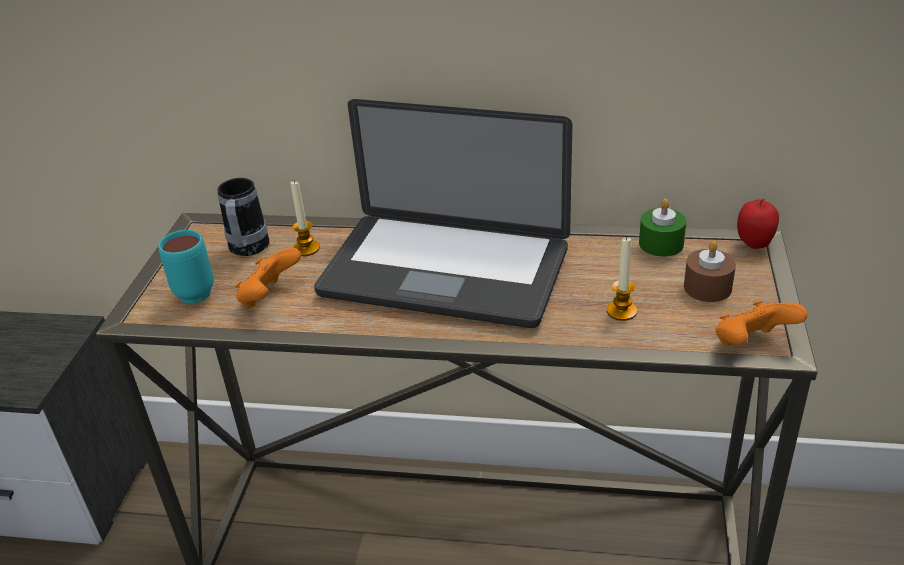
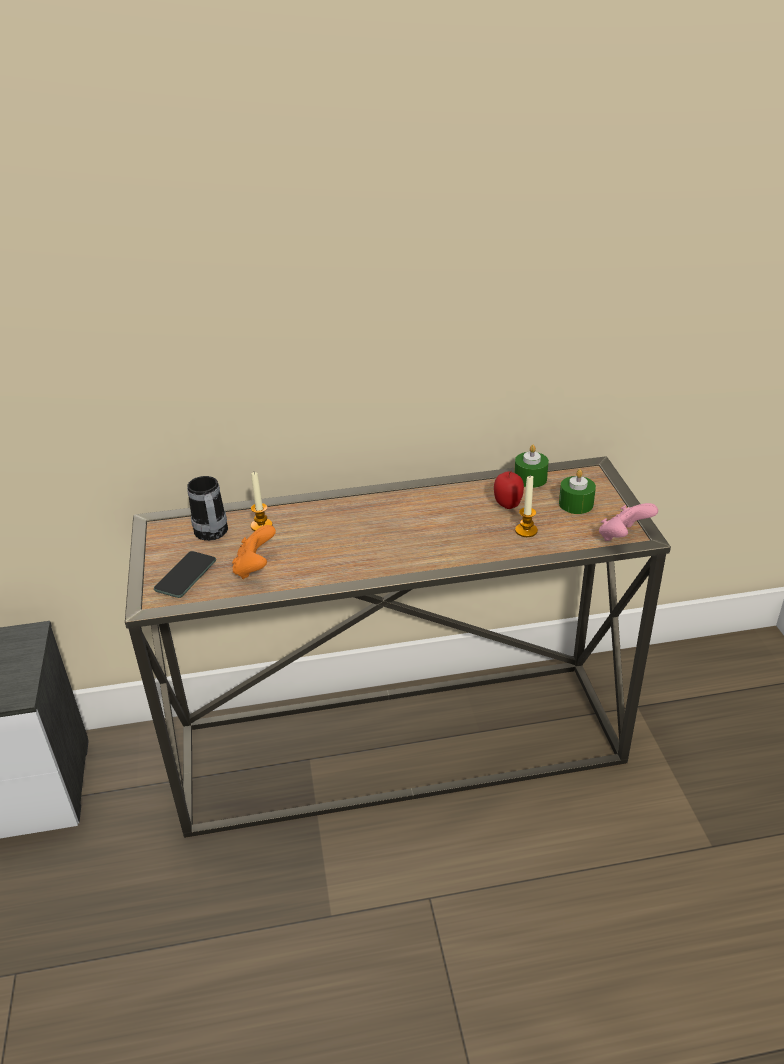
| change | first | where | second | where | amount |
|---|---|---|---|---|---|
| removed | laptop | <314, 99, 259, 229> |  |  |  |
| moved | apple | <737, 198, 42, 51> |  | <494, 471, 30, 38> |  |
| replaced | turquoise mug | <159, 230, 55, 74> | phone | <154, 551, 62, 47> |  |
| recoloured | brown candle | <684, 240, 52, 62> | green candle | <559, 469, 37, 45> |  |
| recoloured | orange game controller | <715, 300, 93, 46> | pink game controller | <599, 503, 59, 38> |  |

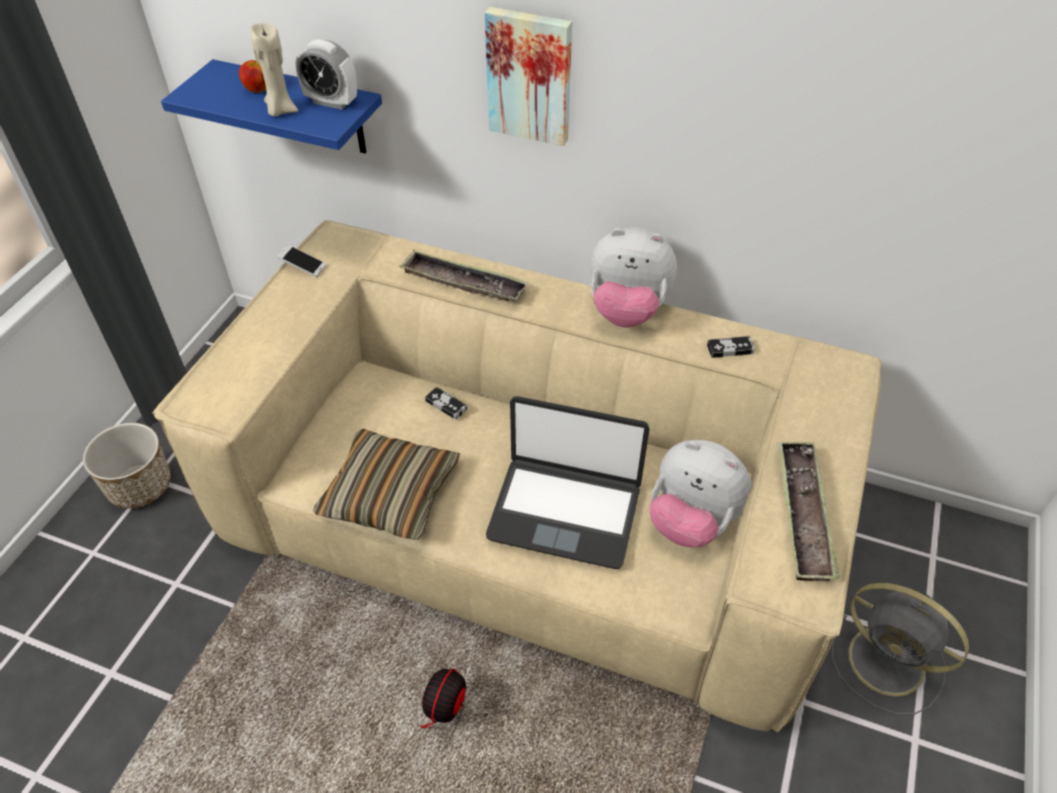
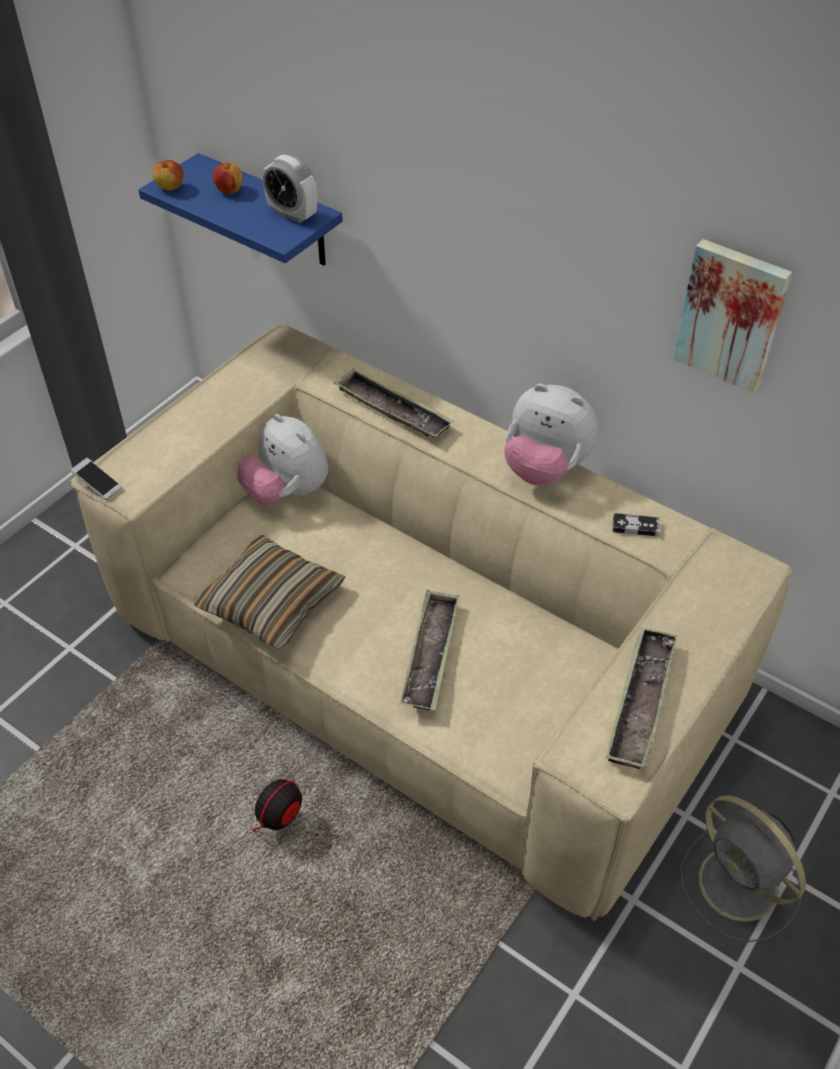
| change | first | where | second | where | amount |
|---|---|---|---|---|---|
| moved | picture | <485, 7, 87, 139> |  | <673, 239, 119, 154> |  |
| removed | beige candle | <250, 23, 48, 94> |  |  |  |
| moved | phone | <277, 245, 49, 32> |  | <71, 458, 51, 42> |  |
| removed | game controller | <425, 387, 42, 32> |  |  |  |
| replaced | laptop | <486, 396, 163, 173> | tray | <400, 590, 59, 120> |  |
| removed | planter | <83, 423, 88, 86> |  |  |  |
| moved | plush toy | <650, 440, 102, 107> |  | <238, 414, 90, 91> |  |
| added |  |  | apple | <153, 160, 31, 31> |  |

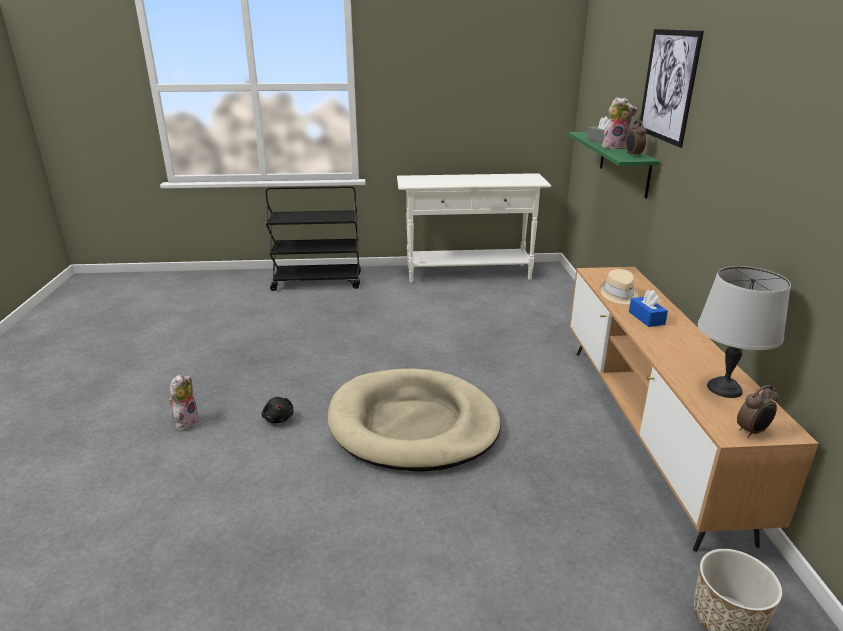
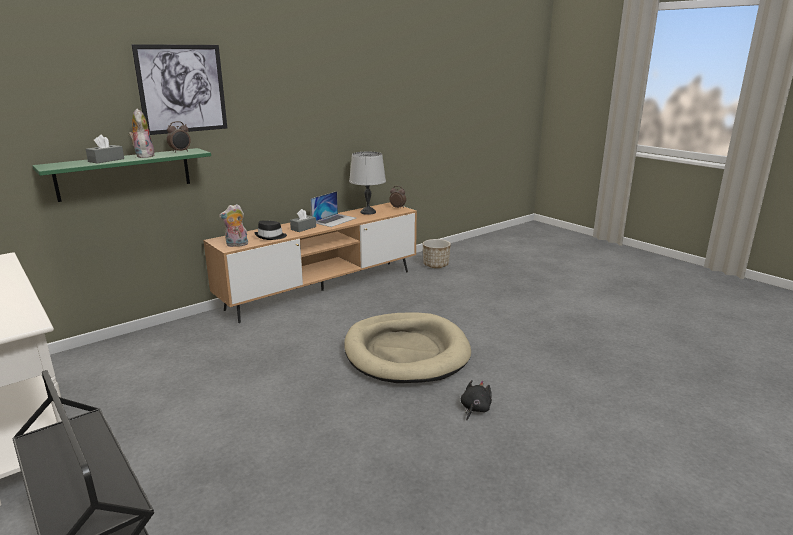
| change | first | where | second | where | amount |
|---|---|---|---|---|---|
| recoloured | beige hat | <600, 269, 39, 35> | black hat | <254, 221, 33, 19> |  |
| recoloured | blue tissue box | <629, 290, 39, 37> | grey tissue box | <290, 209, 26, 23> |  |
| moved | plush toy | <169, 374, 31, 57> |  | <219, 204, 29, 43> |  |
| added |  |  | laptop | <311, 191, 45, 36> |  |

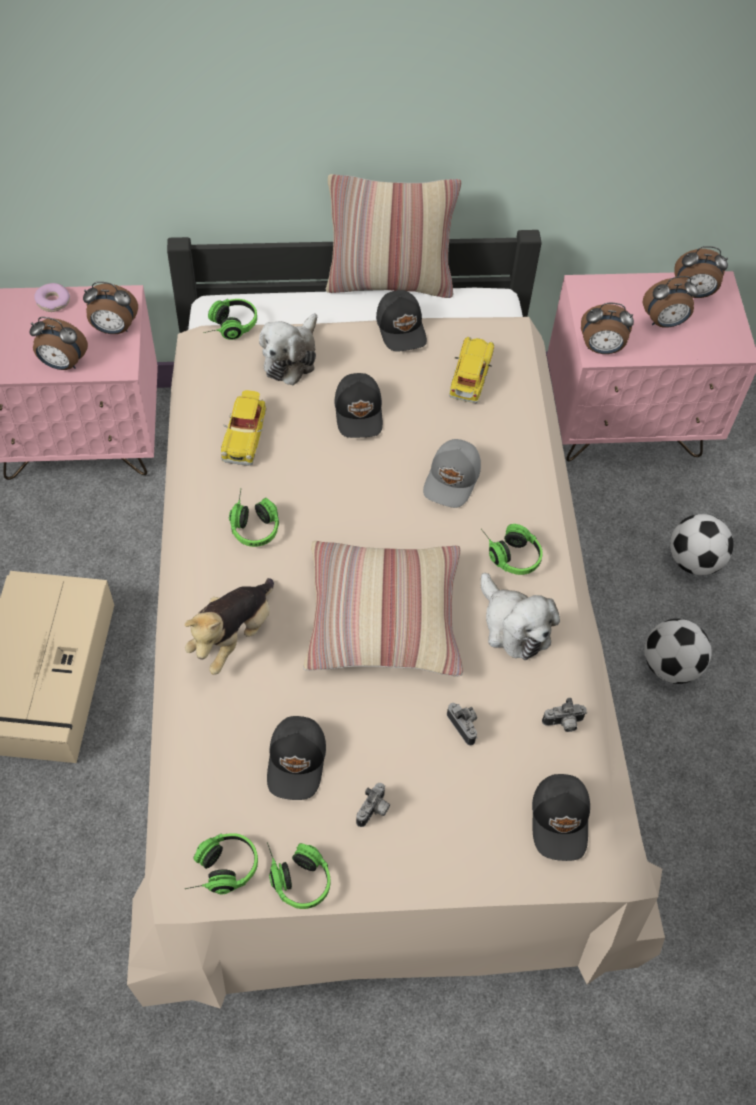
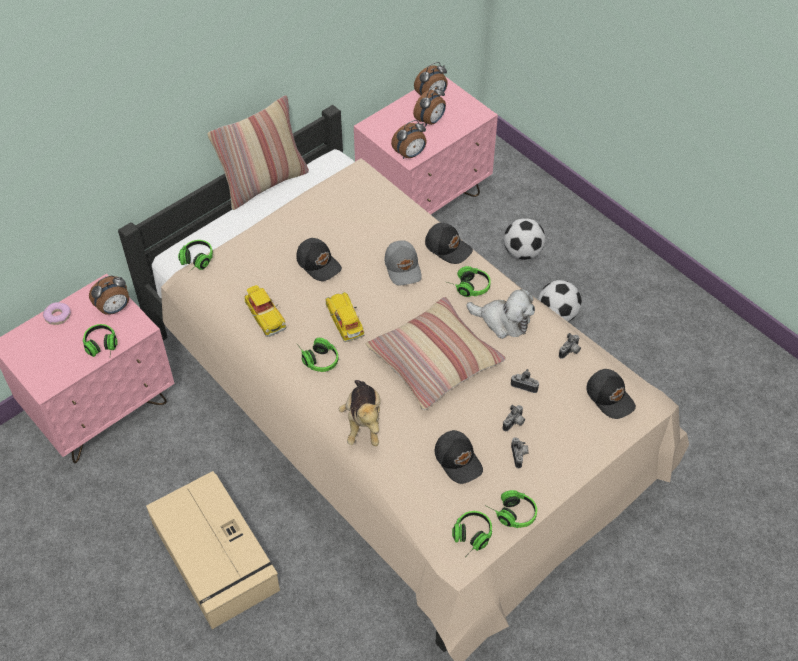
| change | first | where | second | where | amount |
|---|---|---|---|---|---|
| moved | black cap | <376, 290, 51, 62> |  | <425, 223, 48, 41> |  |
| removed | plush toy | <259, 313, 58, 72> |  |  |  |
| replaced | alarm clock | <30, 317, 58, 53> | headphones | <83, 324, 35, 33> |  |
| moved | toy car | <449, 337, 45, 66> |  | <326, 292, 38, 50> |  |
| added |  |  | photo camera | <503, 405, 22, 26> |  |

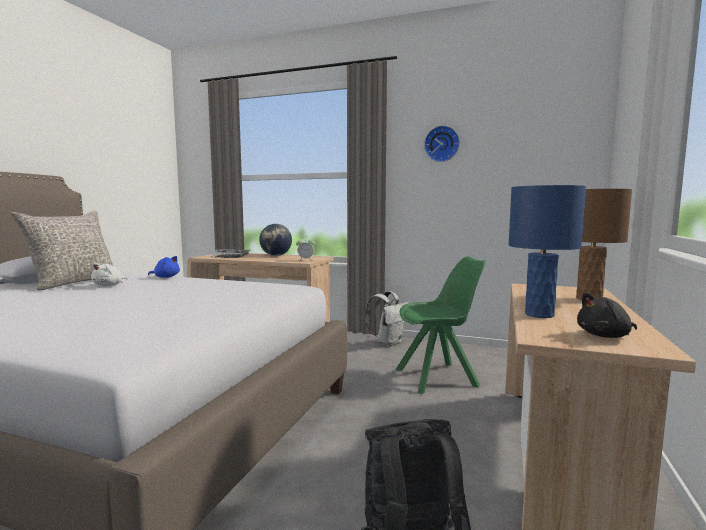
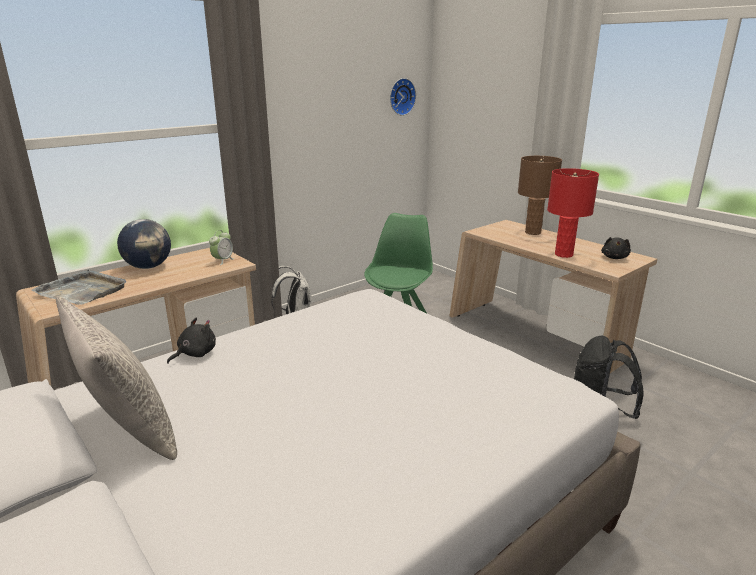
| change | first | where | second | where | amount |
|---|---|---|---|---|---|
| moved | wall clock | <424, 126, 36, 36> |  | <390, 78, 26, 38> |  |
| recoloured | blue table lamp | <508, 185, 78, 133> | red table lamp | <547, 168, 52, 90> |  |
| recoloured | blue plush toy | <148, 256, 32, 22> | black plush toy | <167, 318, 49, 46> |  |
| removed | white plush toy | <91, 262, 37, 24> |  |  |  |

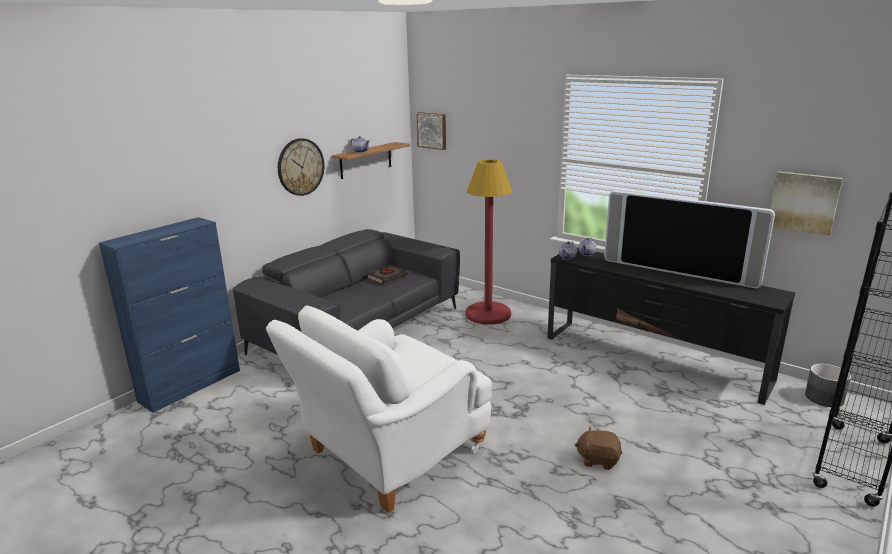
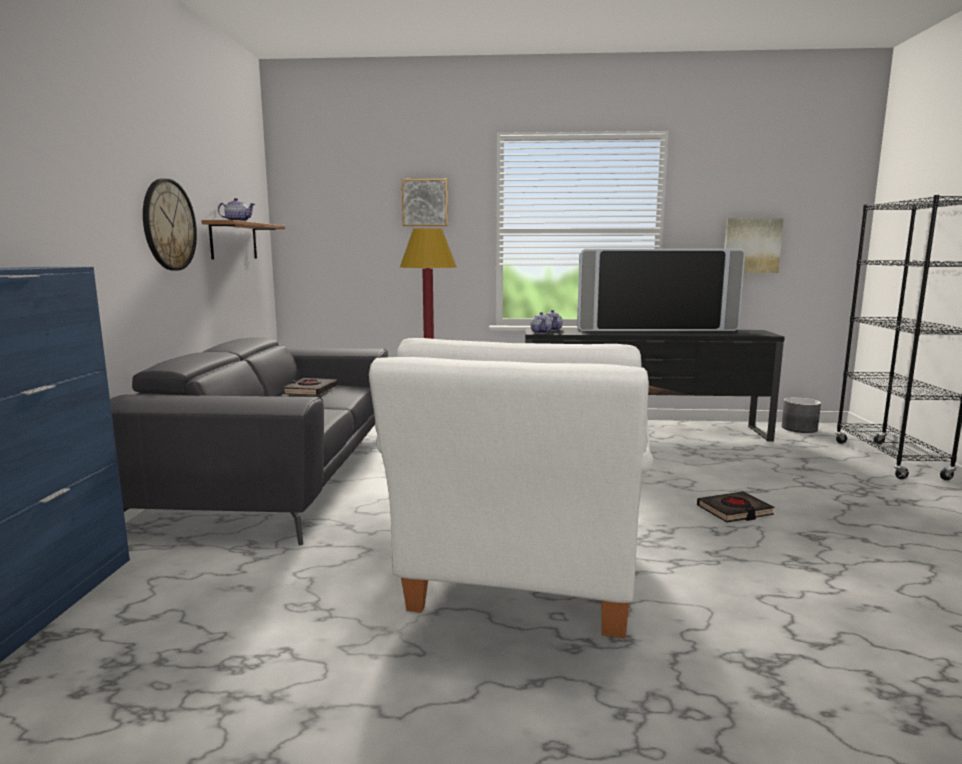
| change | first | where | second | where | amount |
|---|---|---|---|---|---|
| moved | picture | <416, 112, 30, 38> |  | <402, 179, 46, 47> |  |
| replaced | brown plush toy | <575, 427, 47, 43> | black book | <697, 492, 77, 31> |  |

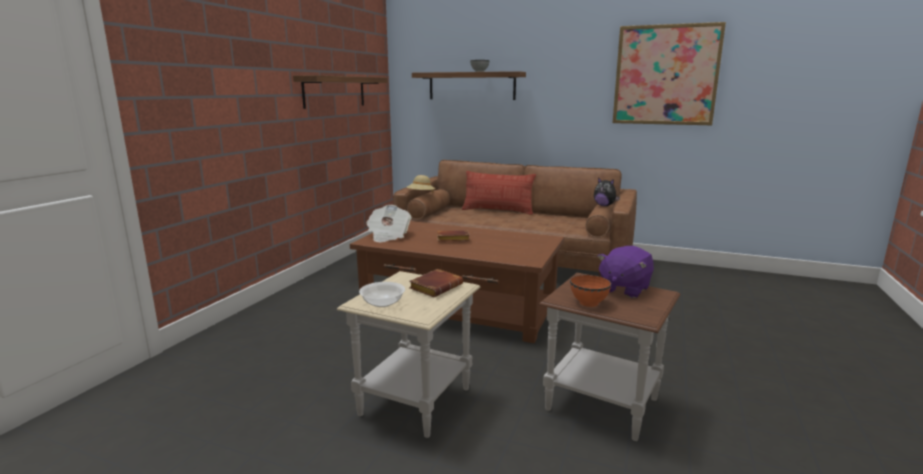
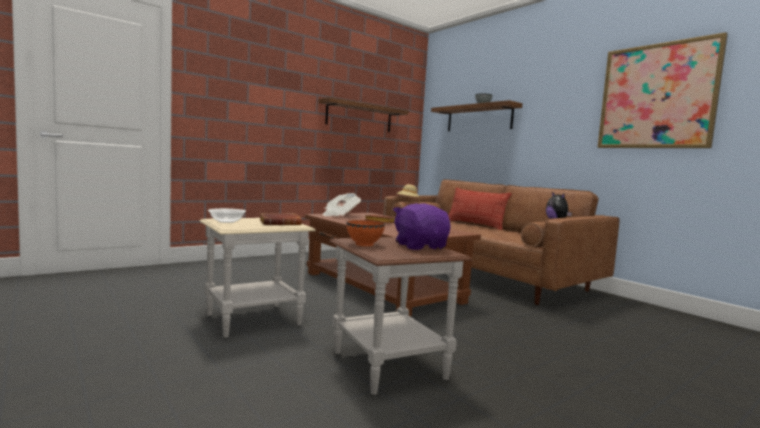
| change | first | where | second | where | amount |
|---|---|---|---|---|---|
| turned | purple plush toy | <598, 246, 56, 52> |  | <393, 203, 57, 47> | 90 degrees clockwise |

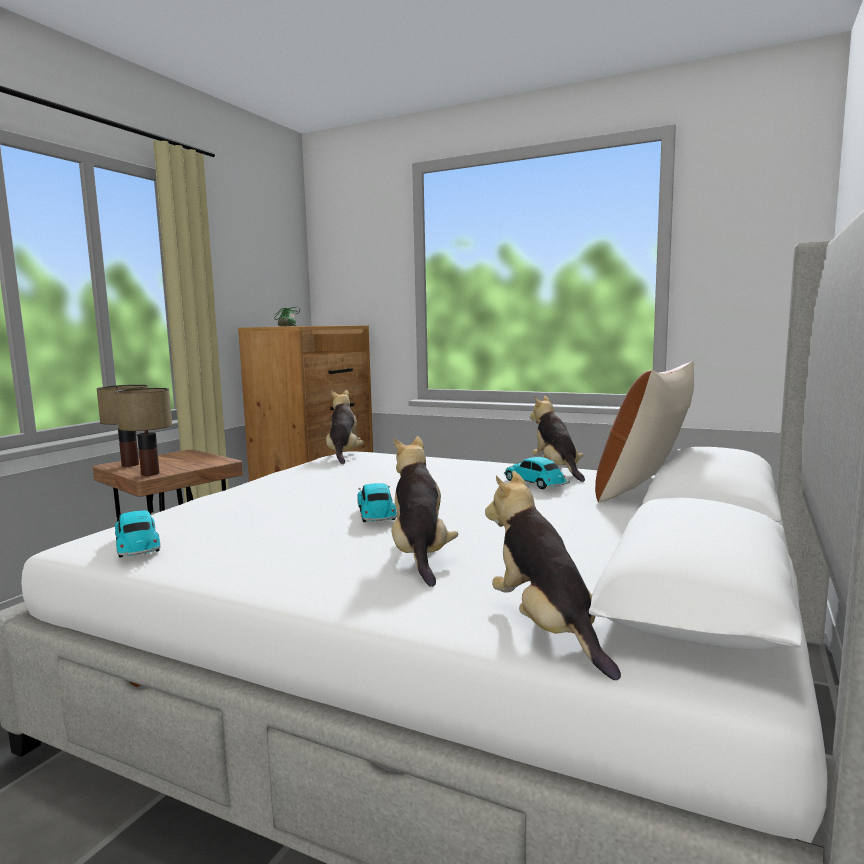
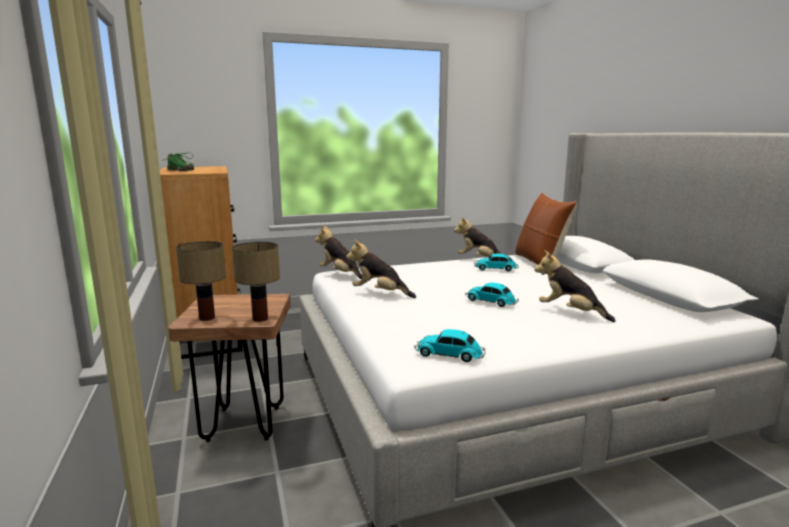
| change | first | where | second | where | amount |
|---|---|---|---|---|---|
| moved | plush toy | <485, 471, 136, 209> |  | <346, 239, 70, 59> |  |

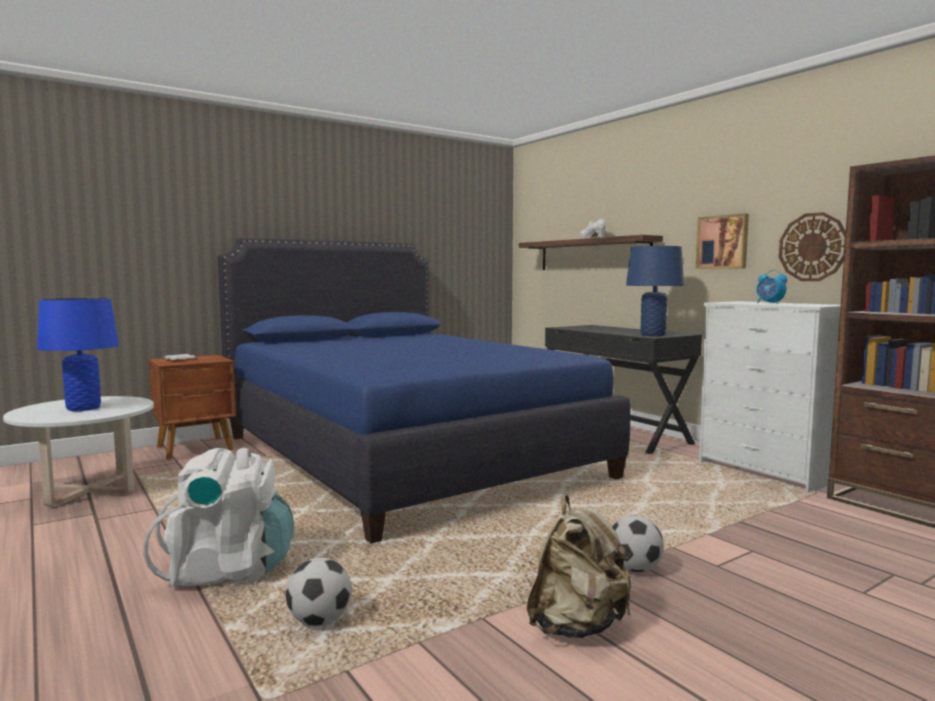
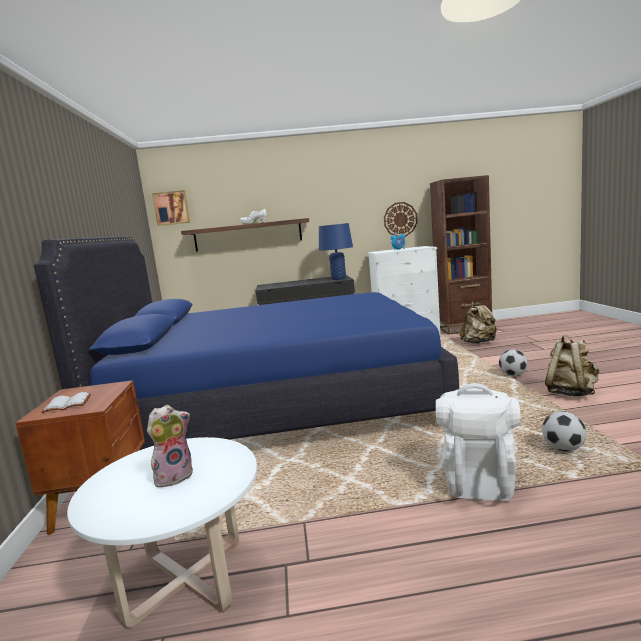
| change | first | where | second | where | amount |
|---|---|---|---|---|---|
| moved | picture | <696, 213, 53, 56> |  | <152, 190, 38, 36> |  |
| replaced | blue table lamp | <37, 298, 82, 113> | plush toy | <147, 405, 46, 82> |  |
| added |  |  | beige backpack | <460, 301, 38, 43> |  |

